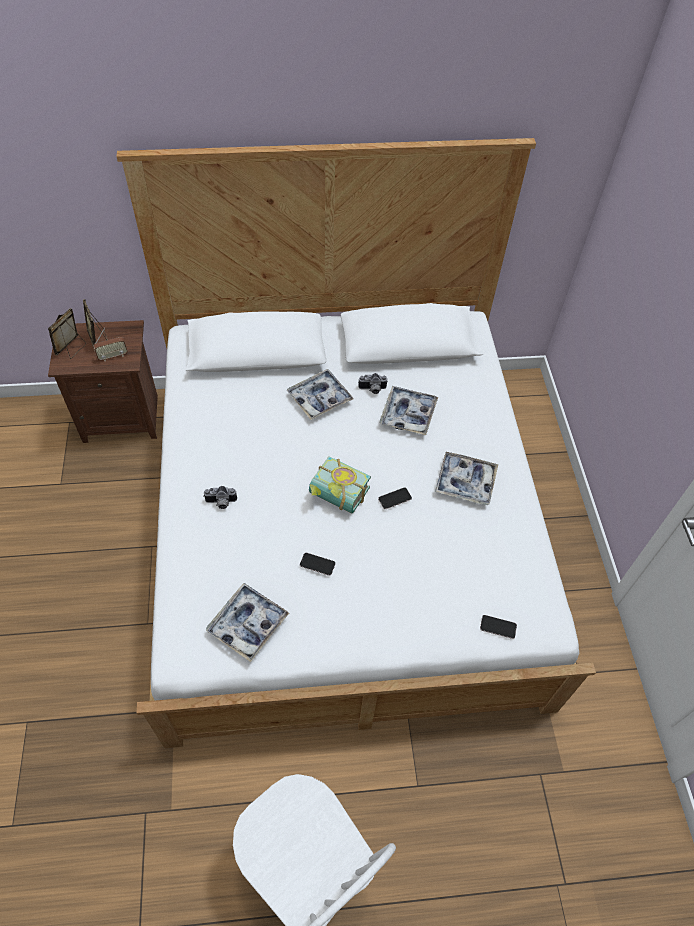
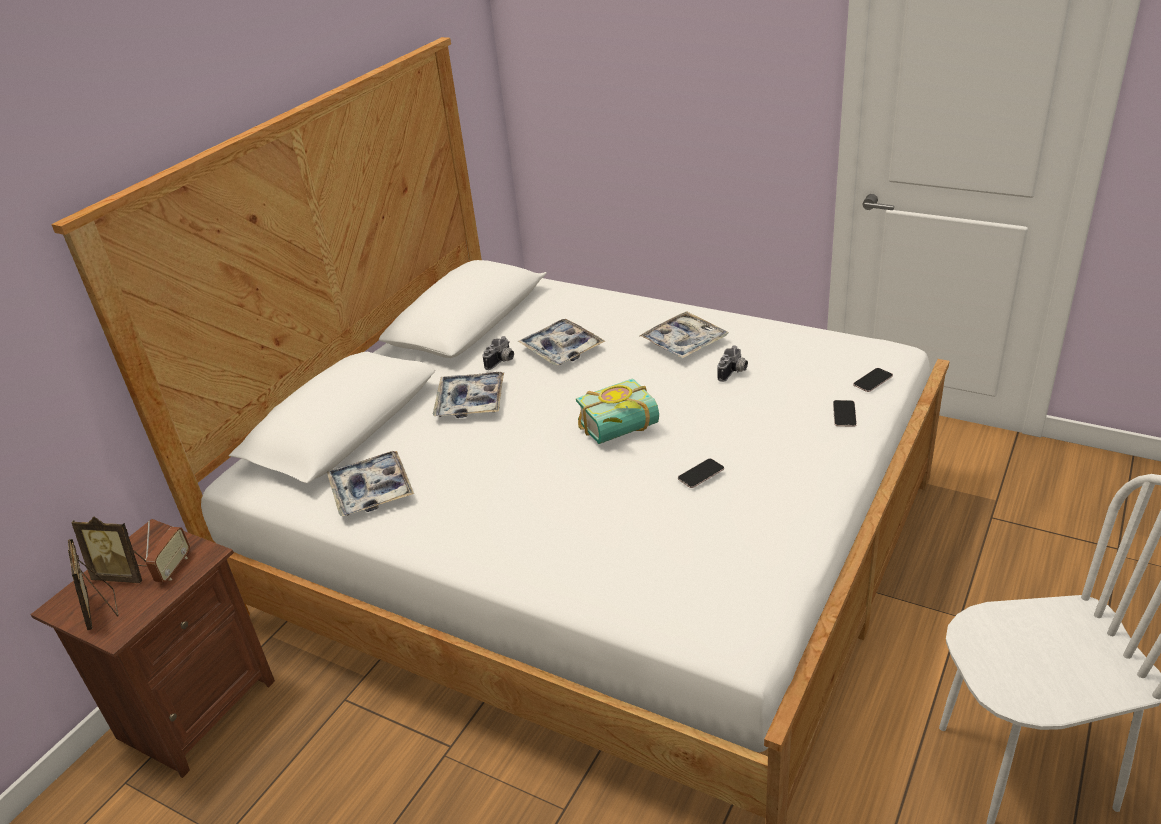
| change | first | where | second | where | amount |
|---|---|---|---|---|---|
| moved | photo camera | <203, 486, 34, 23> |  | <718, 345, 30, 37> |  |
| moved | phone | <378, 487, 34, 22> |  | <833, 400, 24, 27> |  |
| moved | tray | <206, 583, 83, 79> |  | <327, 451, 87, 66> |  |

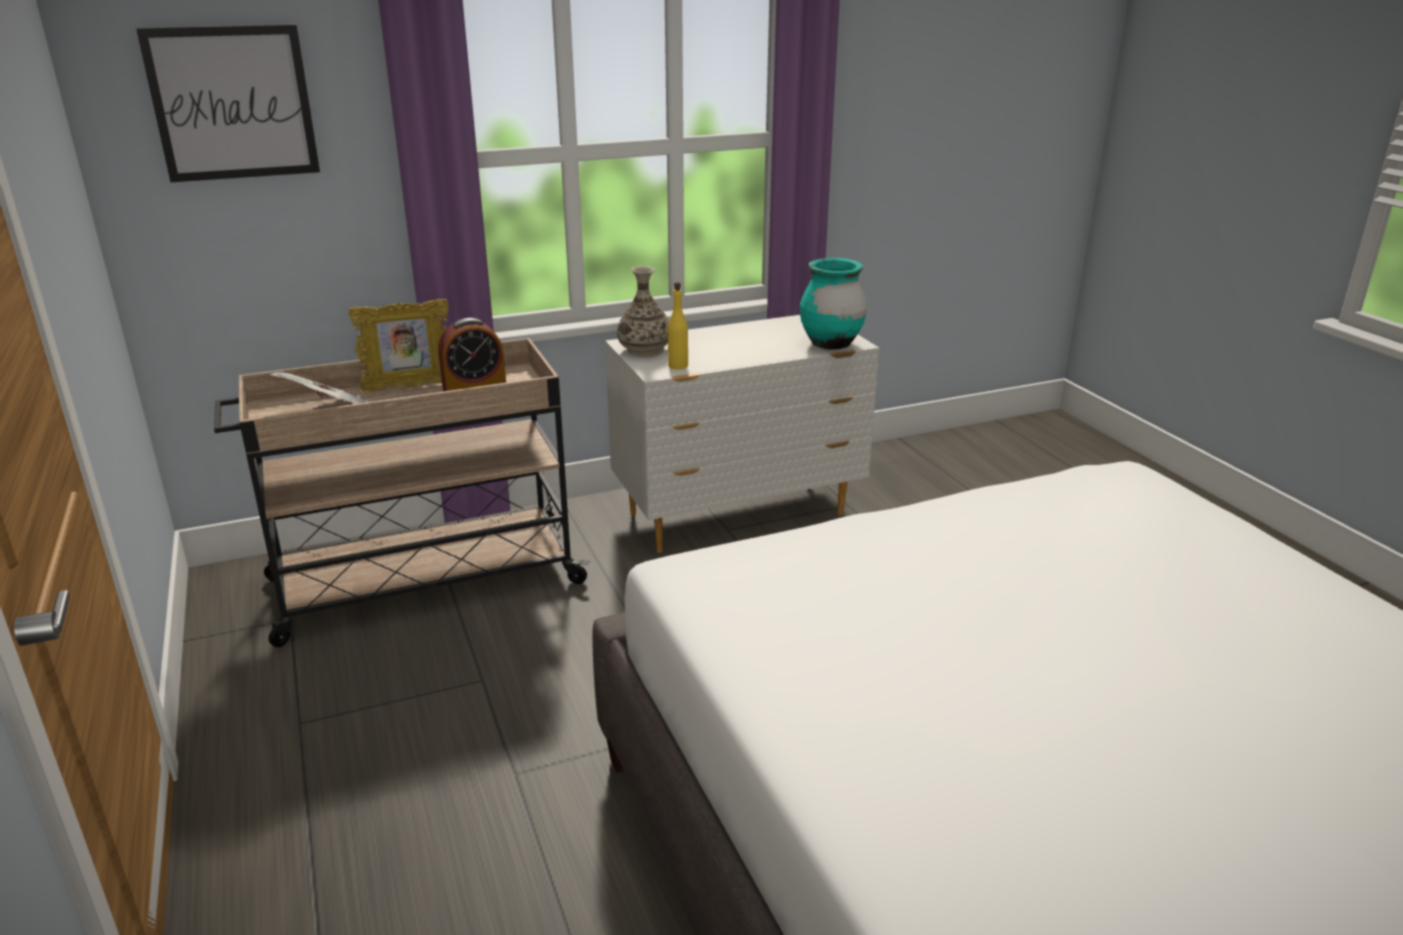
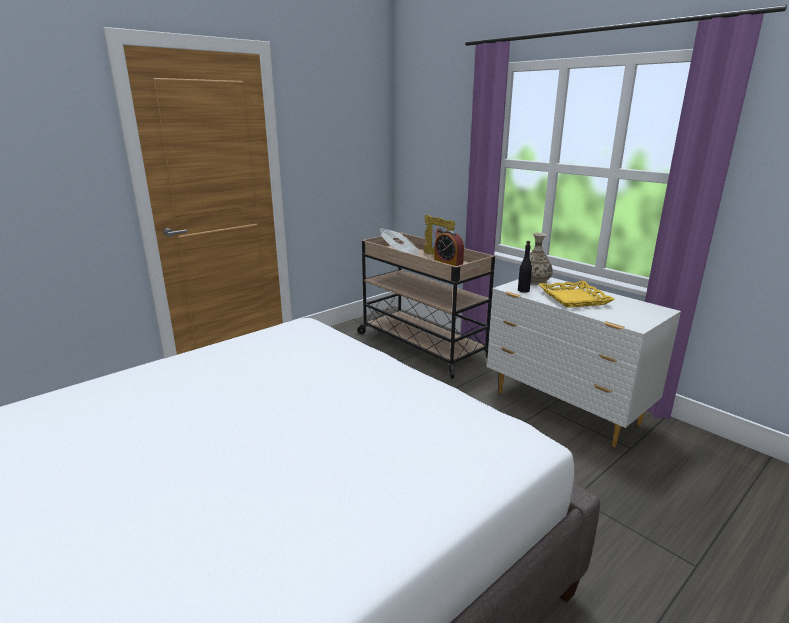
| change | first | where | second | where | amount |
|---|---|---|---|---|---|
| removed | picture | <136, 25, 184, 157> |  |  |  |
| removed | turquoise vase | <800, 258, 67, 92> |  |  |  |
| recoloured | yellow bottle | <668, 282, 20, 88> | black bottle | <518, 241, 14, 52> |  |
| added |  |  | yellow tray | <539, 281, 76, 27> |  |

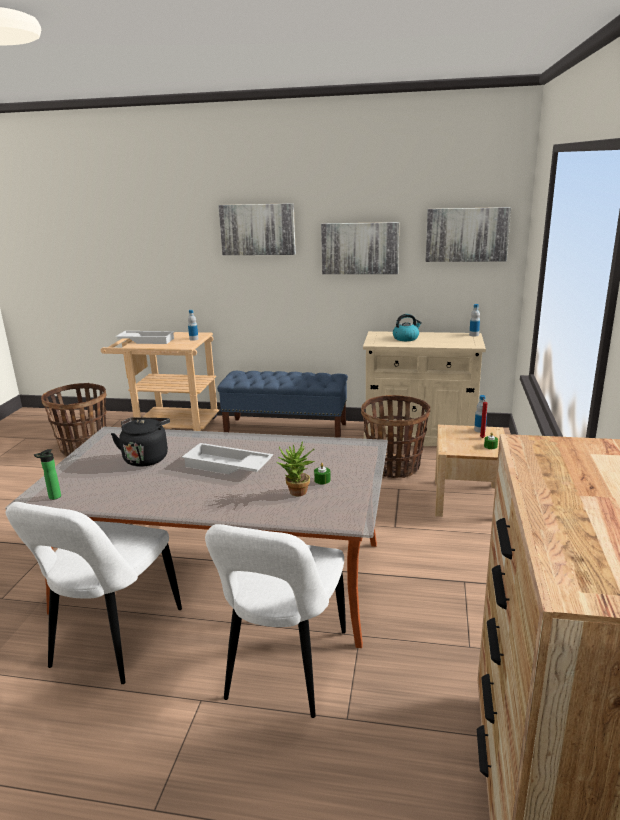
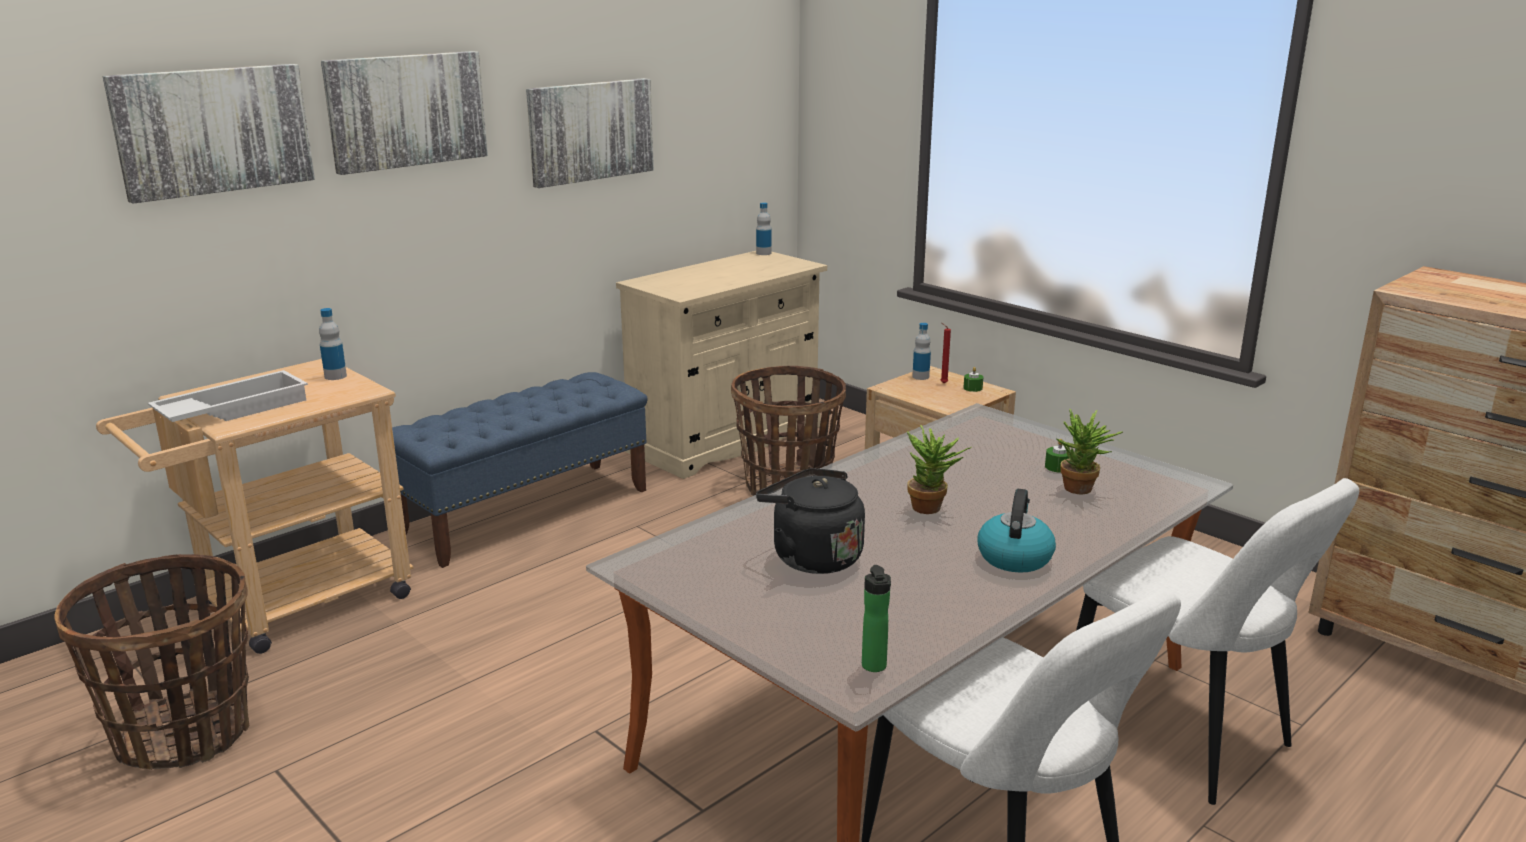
| change | first | where | second | where | amount |
|---|---|---|---|---|---|
| moved | picture | <426, 207, 85, 55> |  | <103, 64, 212, 140> |  |
| moved | kettle | <393, 314, 29, 27> |  | <978, 489, 78, 83> |  |
| replaced | white tray | <182, 443, 91, 32> | potted plant | <907, 425, 65, 89> |  |

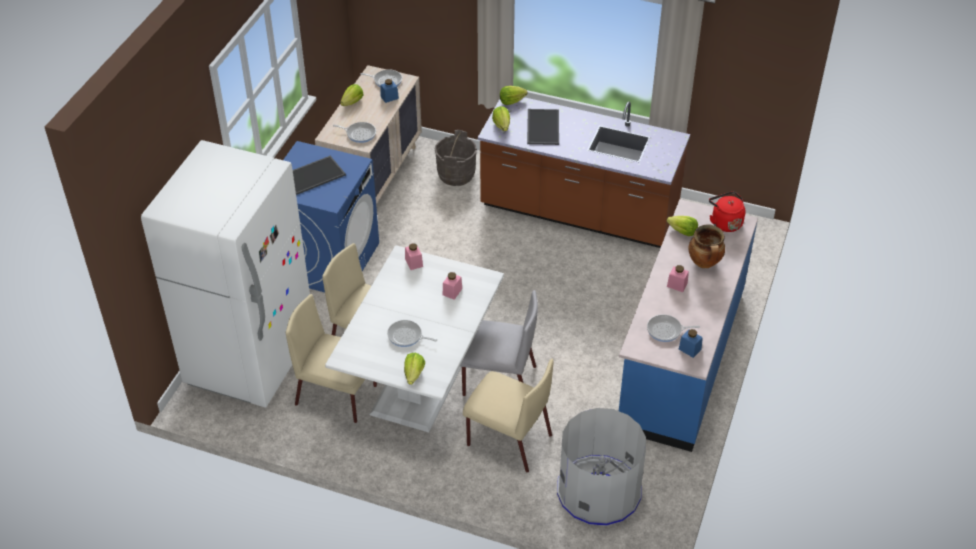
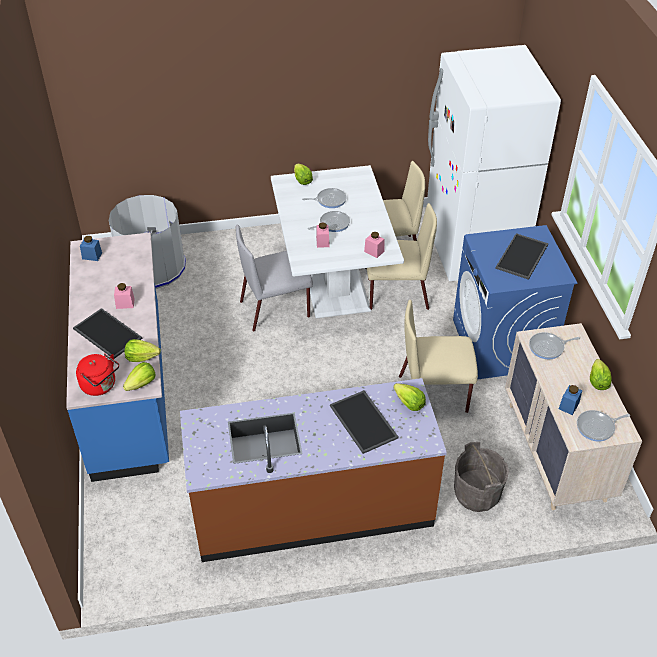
| change | first | where | second | where | amount |
|---|---|---|---|---|---|
| moved | lettuce | <500, 86, 28, 19> |  | <123, 362, 33, 29> |  |
| replaced | cooking pot | <688, 224, 37, 44> | tray | <73, 308, 69, 51> |  |
| moved | frying pan | <647, 314, 53, 28> |  | <308, 211, 42, 21> |  |
| moved | beige chair | <463, 358, 91, 114> |  | <399, 300, 79, 113> |  |

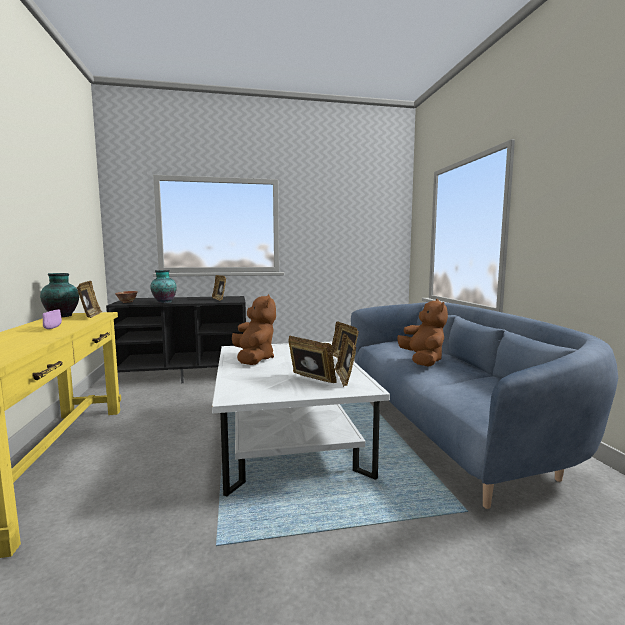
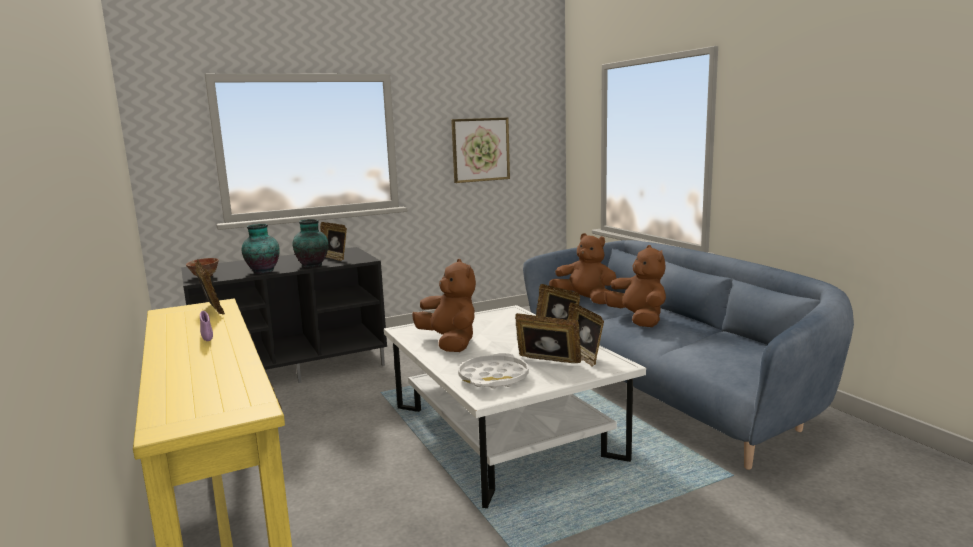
| change | first | where | second | where | amount |
|---|---|---|---|---|---|
| moved | vase | <40, 273, 39, 44> |  | <293, 219, 36, 49> |  |
| added |  |  | picture | <451, 118, 59, 65> |  |
| added |  |  | brown plush toy | <549, 233, 68, 71> |  |
| added |  |  | white tray | <458, 353, 71, 36> |  |

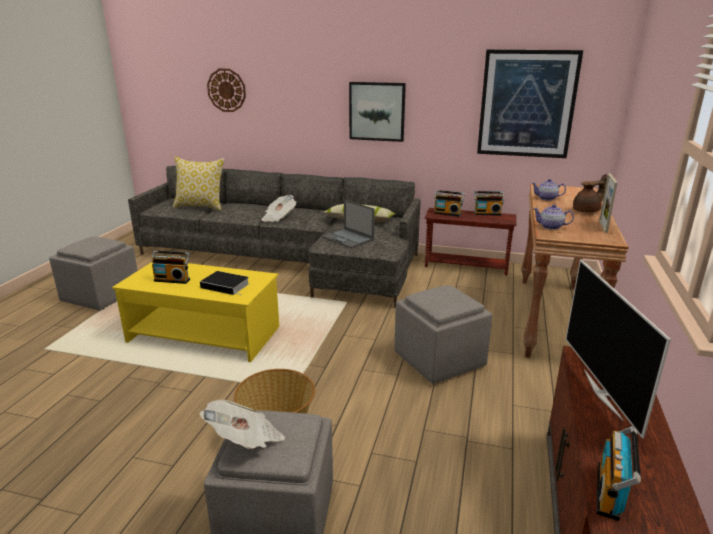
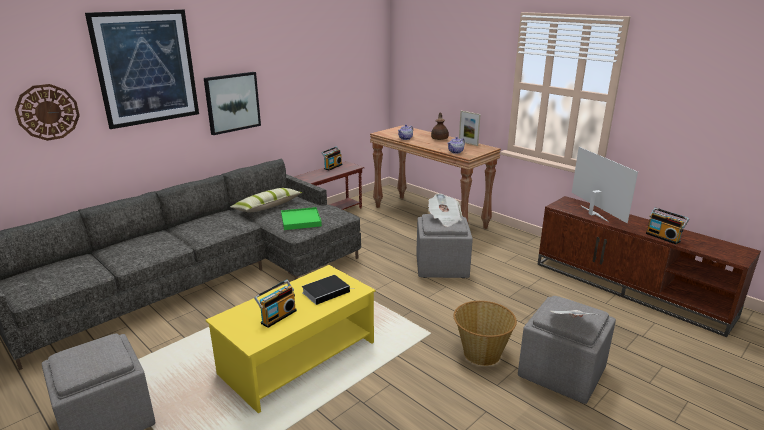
| change | first | where | second | where | amount |
|---|---|---|---|---|---|
| moved | picture | <477, 49, 106, 109> |  | <85, 9, 114, 120> |  |
| removed | pillow | <173, 157, 51, 54> |  |  |  |
| removed | radio | <434, 190, 31, 27> |  |  |  |
| moved | newspaper | <261, 195, 35, 27> |  | <428, 193, 34, 34> |  |
| replaced | laptop | <322, 200, 52, 48> | green tray | <281, 207, 41, 23> |  |
| turned | television | <565, 259, 106, 180> |  | <572, 147, 66, 76> | 135 degrees counterclockwise |

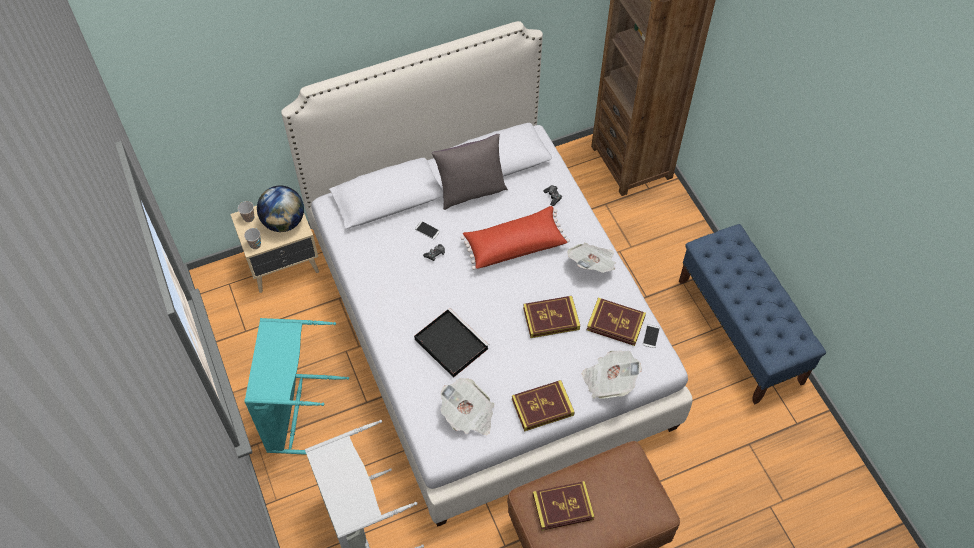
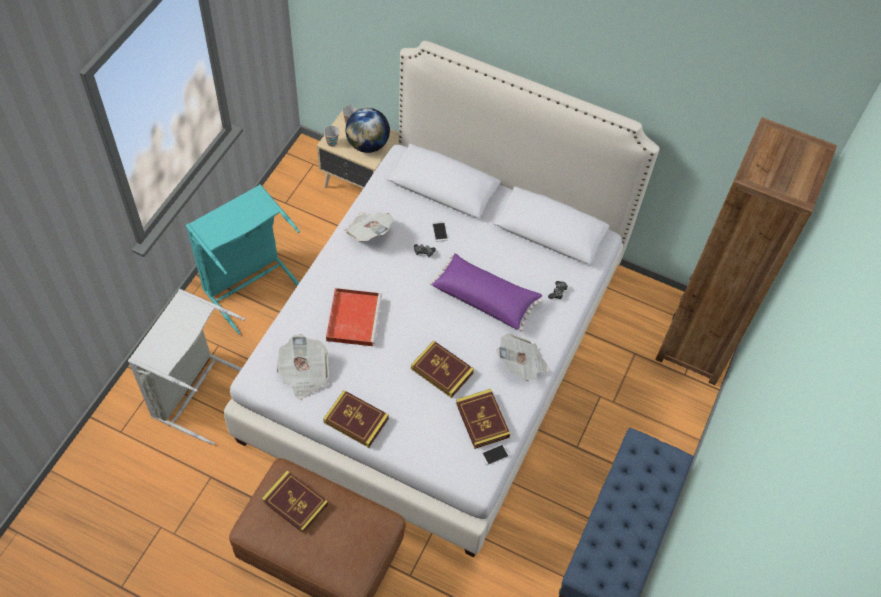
| change | first | where | second | where | amount |
|---|---|---|---|---|---|
| removed | grey pillow | <432, 134, 76, 76> |  |  |  |
| recoloured | red pillow | <461, 206, 109, 64> | purple pillow | <429, 253, 114, 78> |  |
| recoloured | black tray | <414, 308, 75, 70> | red tray | <326, 288, 56, 58> |  |
| moved | newspaper | <582, 350, 60, 49> |  | <344, 212, 51, 29> |  |

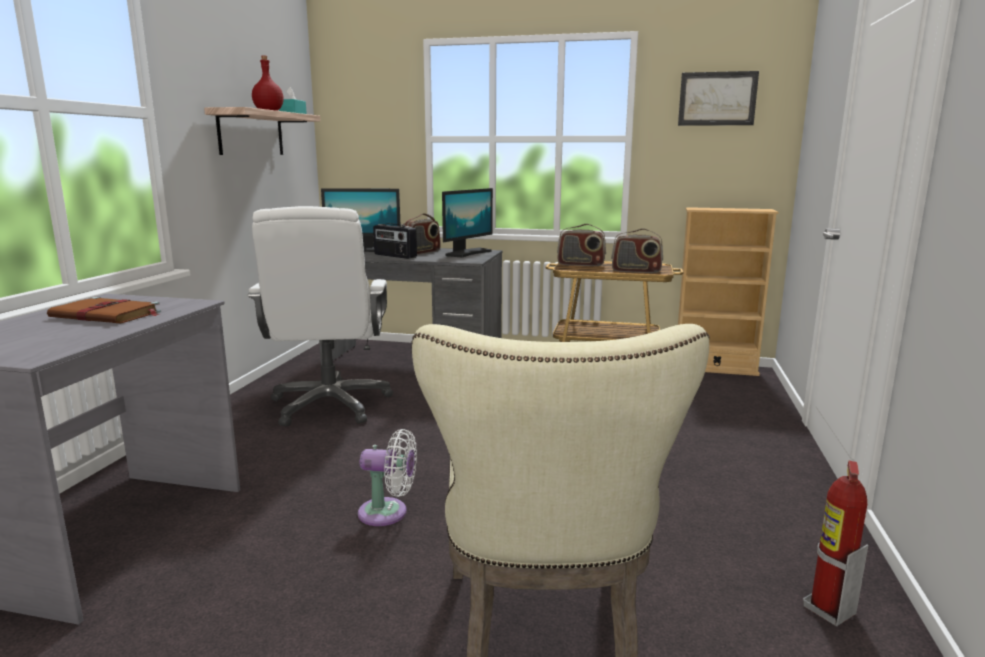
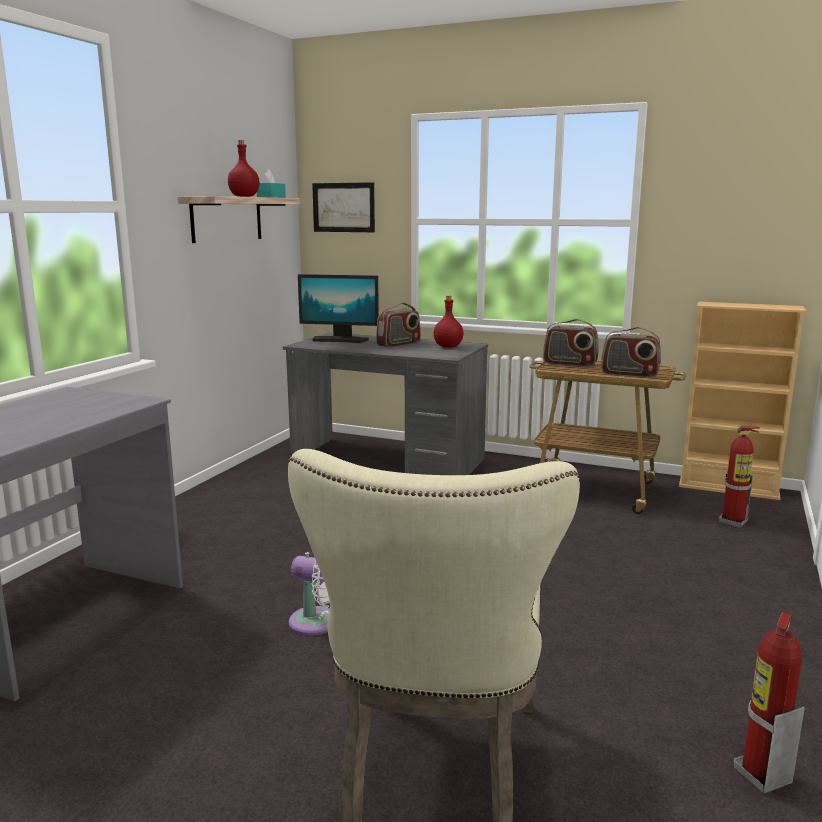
| change | first | where | second | where | amount |
|---|---|---|---|---|---|
| moved | picture | <678, 71, 81, 55> |  | <312, 182, 63, 50> |  |
| replaced | monitor | <442, 188, 51, 70> | red bottle | <434, 296, 30, 52> |  |
| removed | white office chair | <247, 206, 146, 221> |  |  |  |
| removed | radio | <373, 223, 44, 36> |  |  |  |
| removed | brown book | <47, 297, 114, 26> |  |  |  |
| added |  |  | fire extinguisher | <719, 426, 41, 102> |  |

